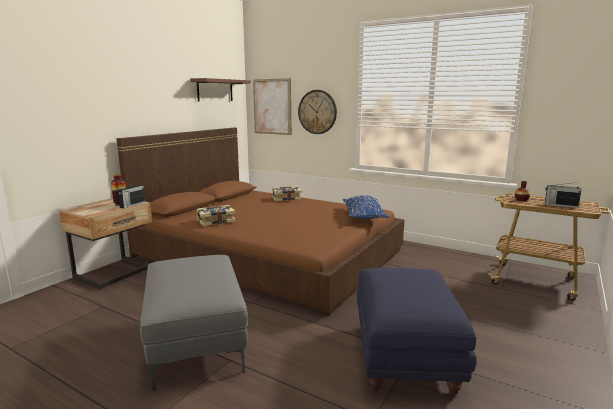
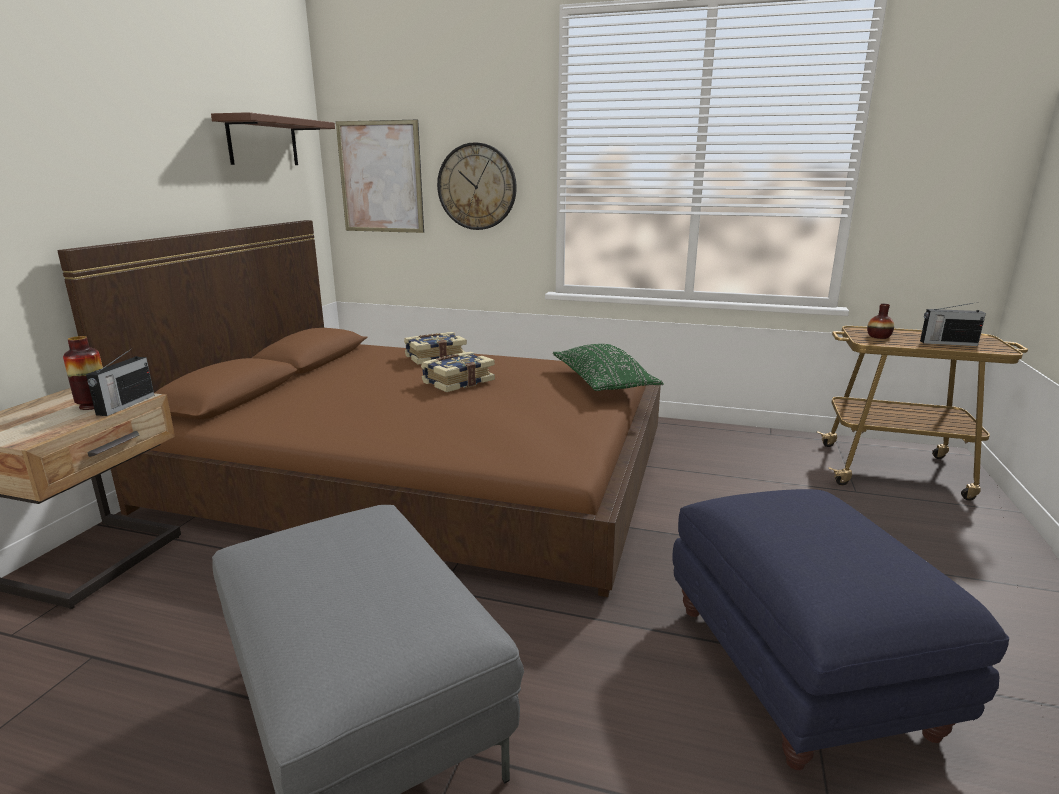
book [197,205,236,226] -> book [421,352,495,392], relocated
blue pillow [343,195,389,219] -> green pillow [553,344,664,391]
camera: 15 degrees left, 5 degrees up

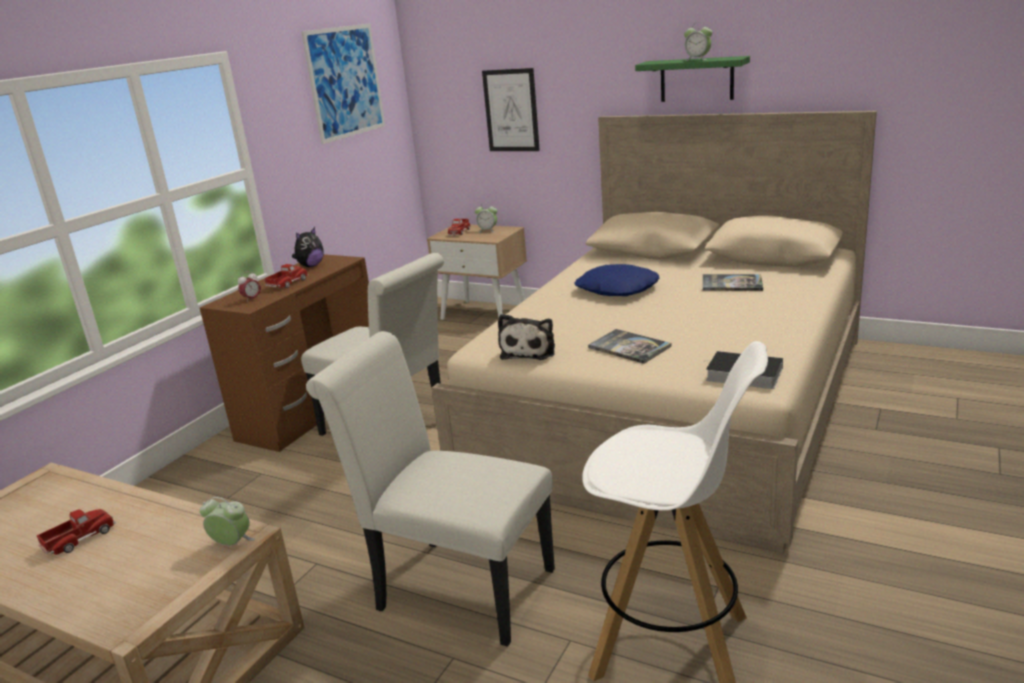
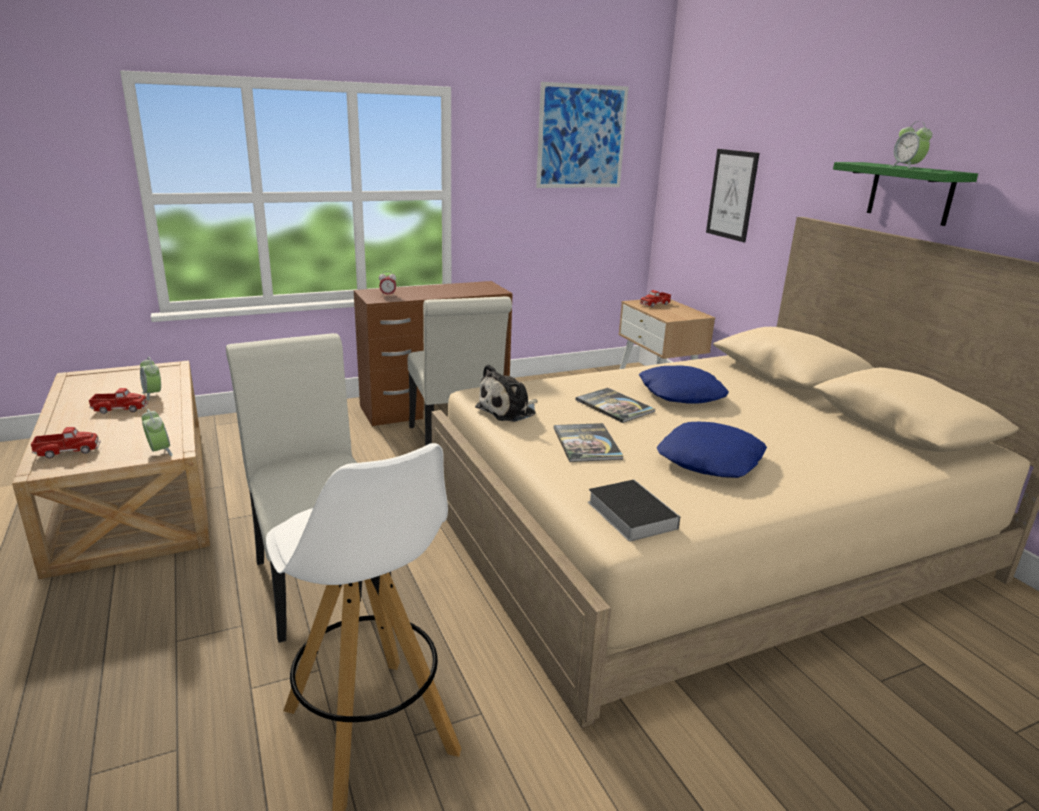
toy truck [265,264,309,288] -> toy truck [31,427,101,458], relocated
alarm clock [475,203,497,233] -> alarm clock [140,357,161,400], relocated
book [703,274,763,291] -> book [575,388,655,423], relocated
none -> blue pillow [657,422,767,478]
plush toy [292,227,324,267] -> none
camera: 35 degrees right, 0 degrees up

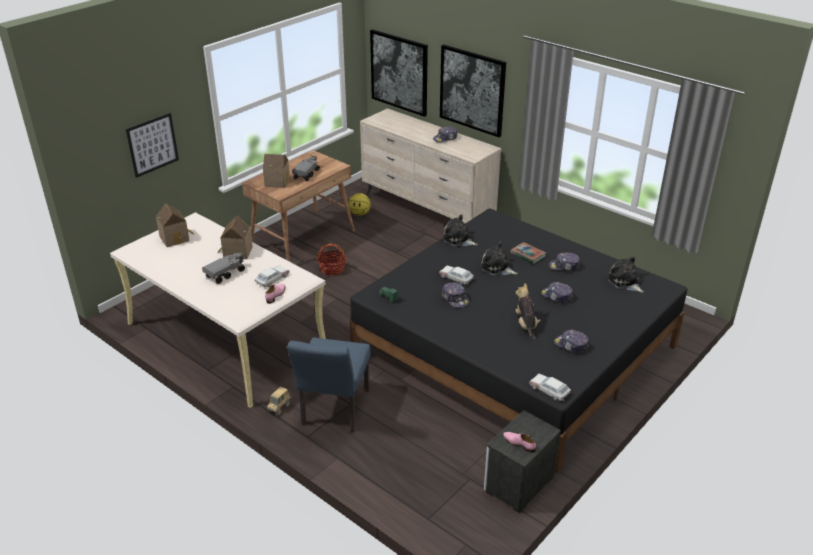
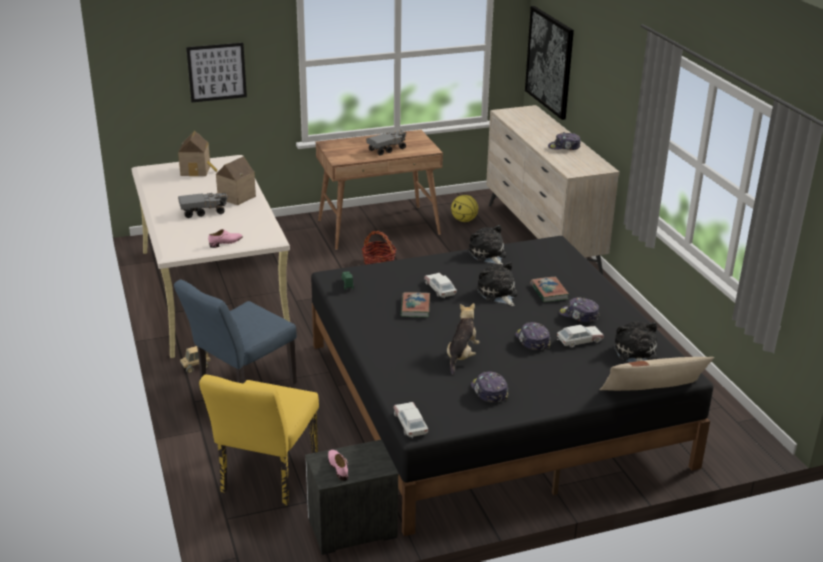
none -> yellow chair [199,375,319,506]
cap [442,282,469,308] -> book [400,292,430,317]
toy car [255,265,290,287] -> toy car [557,325,604,348], relocated
none -> beige pillow [599,357,714,391]
toy house [263,154,290,188] -> none
picture [440,44,506,137] -> none
camera: 30 degrees right, 5 degrees down

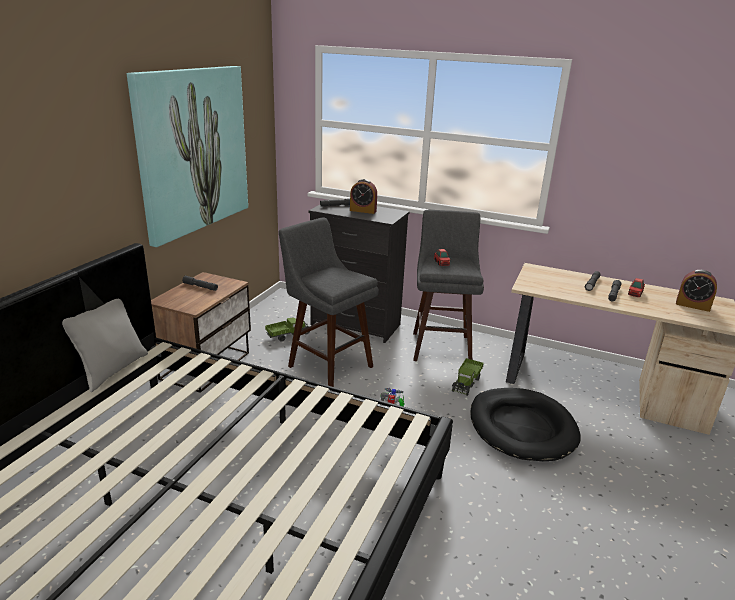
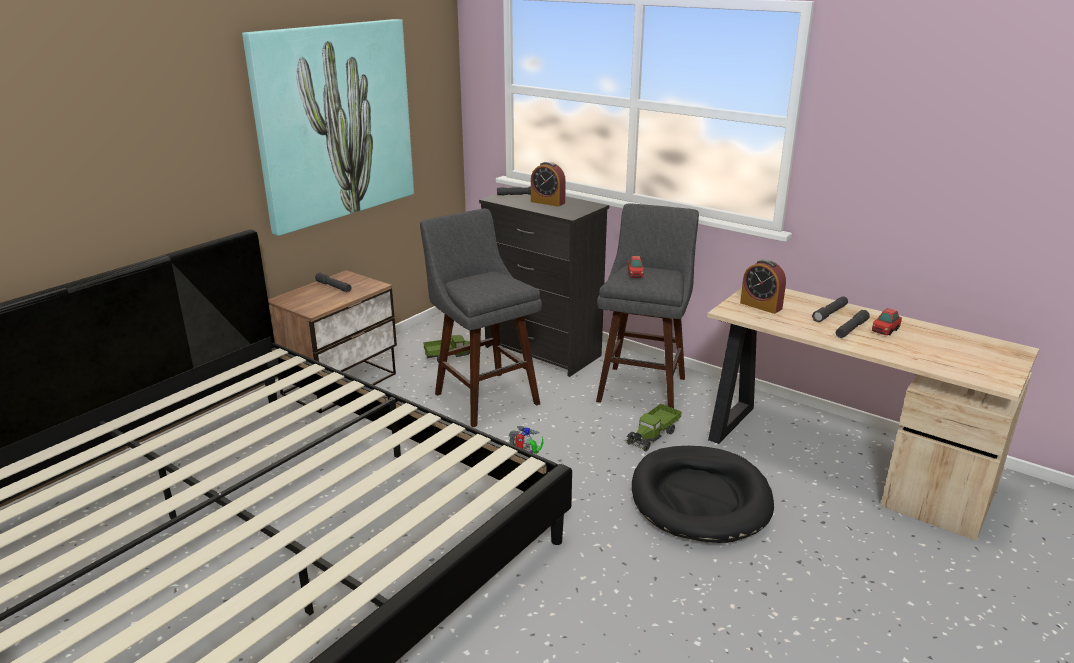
alarm clock [676,270,717,312] -> alarm clock [740,259,786,314], relocated
grey pillow [62,299,148,392] -> none
camera: 15 degrees right, 0 degrees up

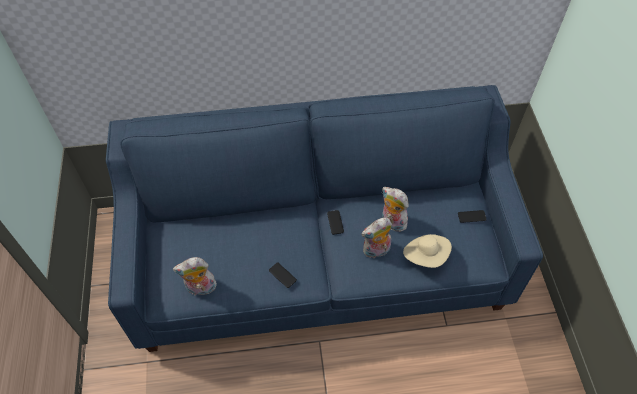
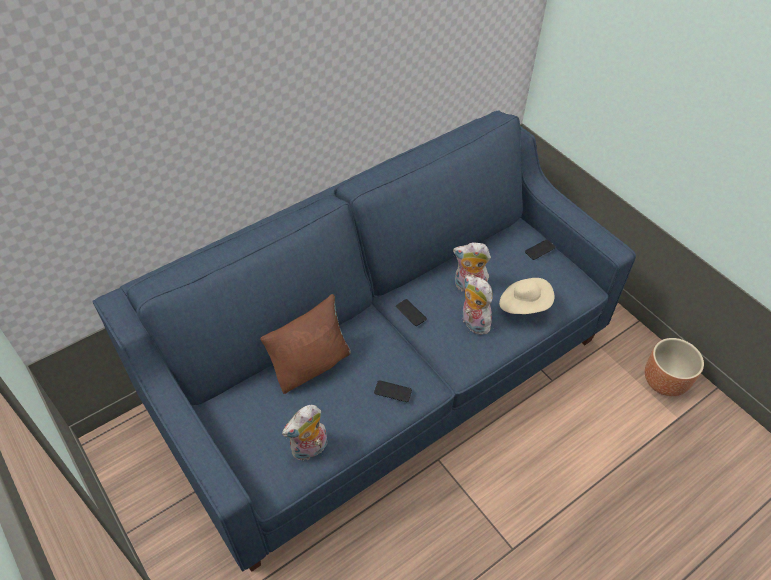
none -> brown pillow [260,294,351,394]
plush toy [361,218,392,258] -> plush toy [462,275,493,335], 105 degrees clockwise
none -> brown planter [645,338,704,396]
camera: 30 degrees left, 5 degrees down

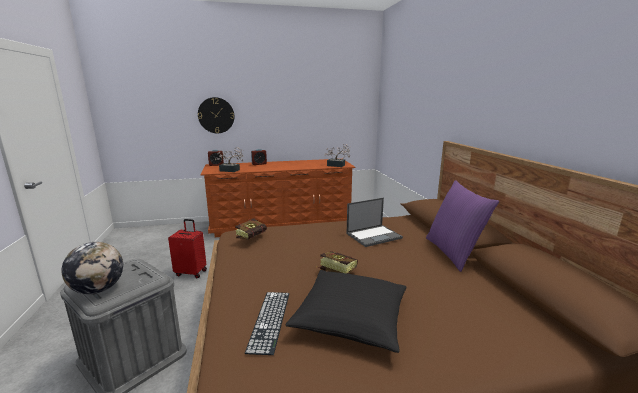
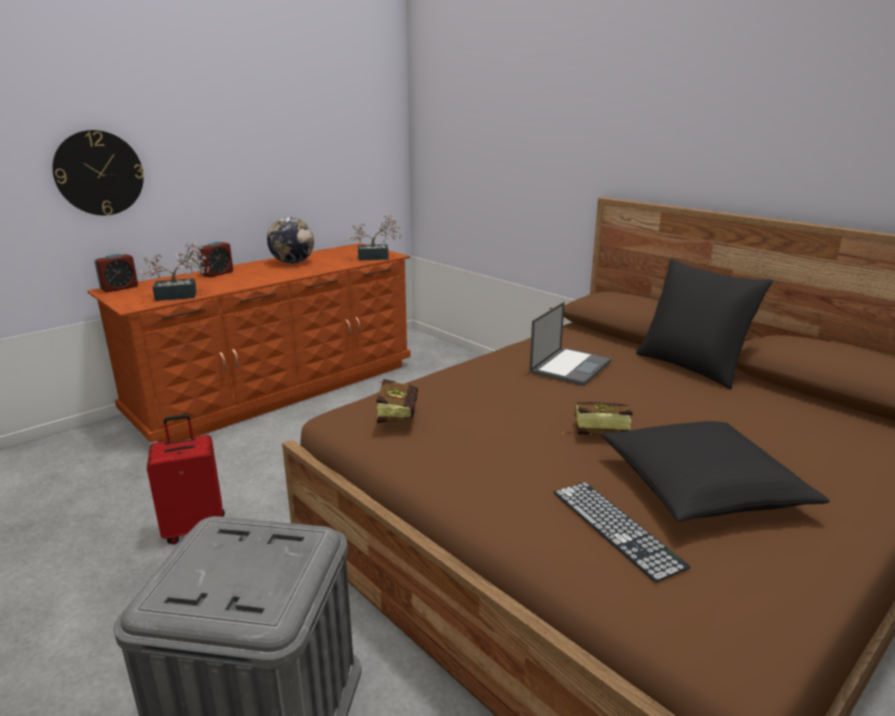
globe [62,242,123,294] -> globe [267,217,314,264], relocated
purple pillow [426,180,499,272] -> black pillow [636,259,773,389]
camera: 30 degrees left, 5 degrees up

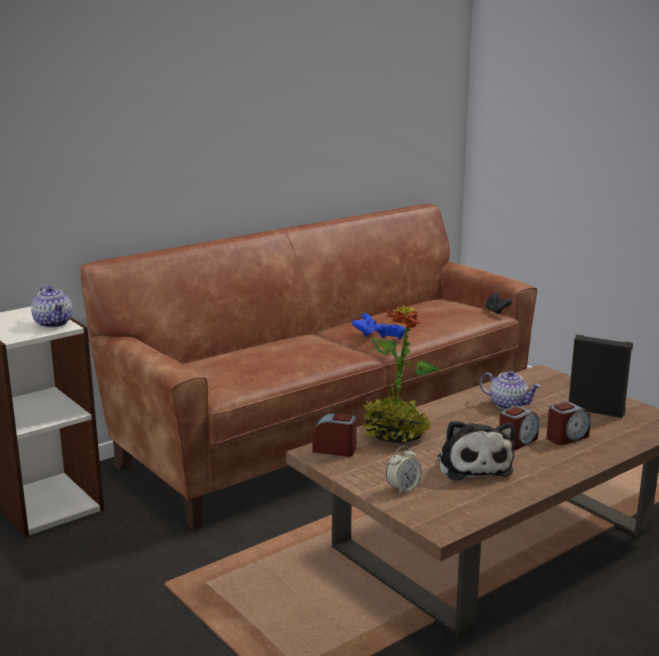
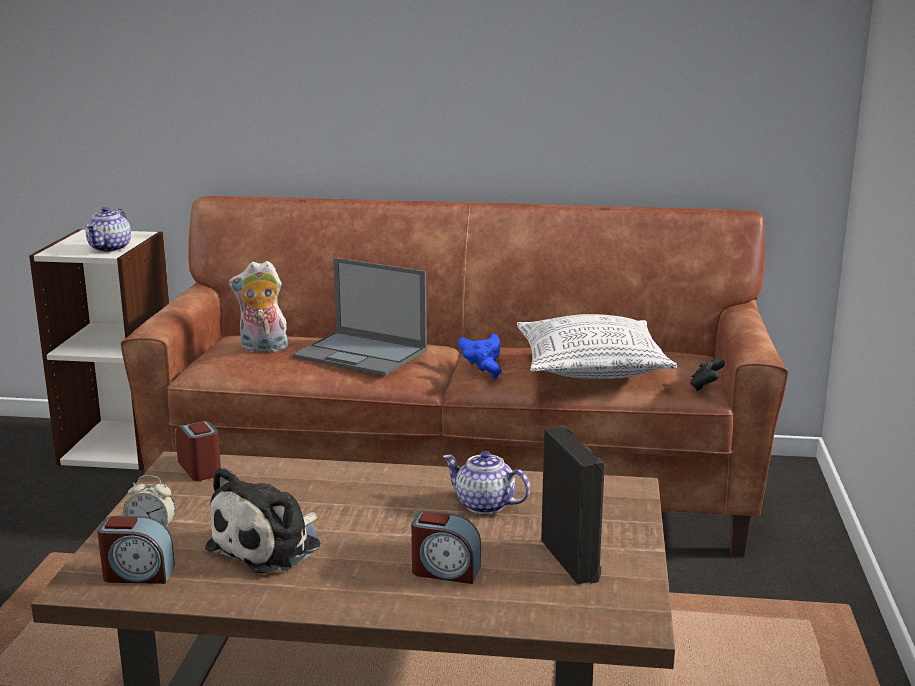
alarm clock [499,405,539,450] -> alarm clock [97,516,175,584], relocated
none -> plush toy [229,261,288,353]
none -> laptop [293,258,427,376]
teapot [479,370,541,410] -> teapot [442,451,530,514], 135 degrees clockwise
none -> pillow [517,314,677,379]
potted plant [362,306,440,444] -> none
camera: 45 degrees right, 0 degrees up

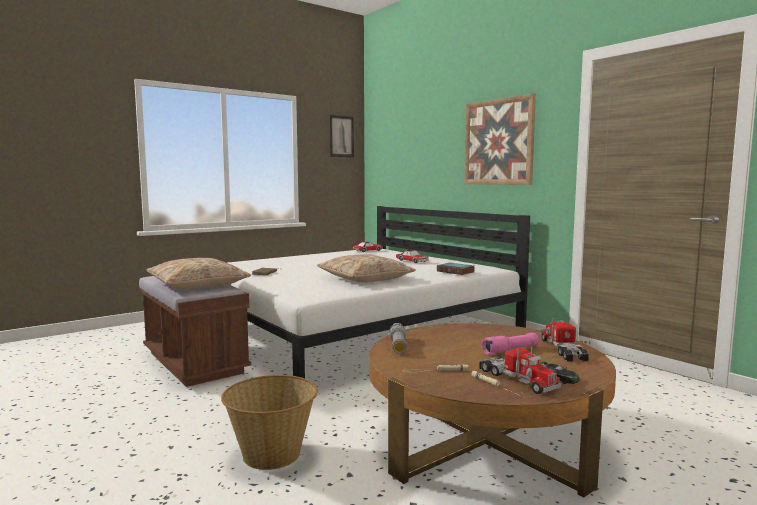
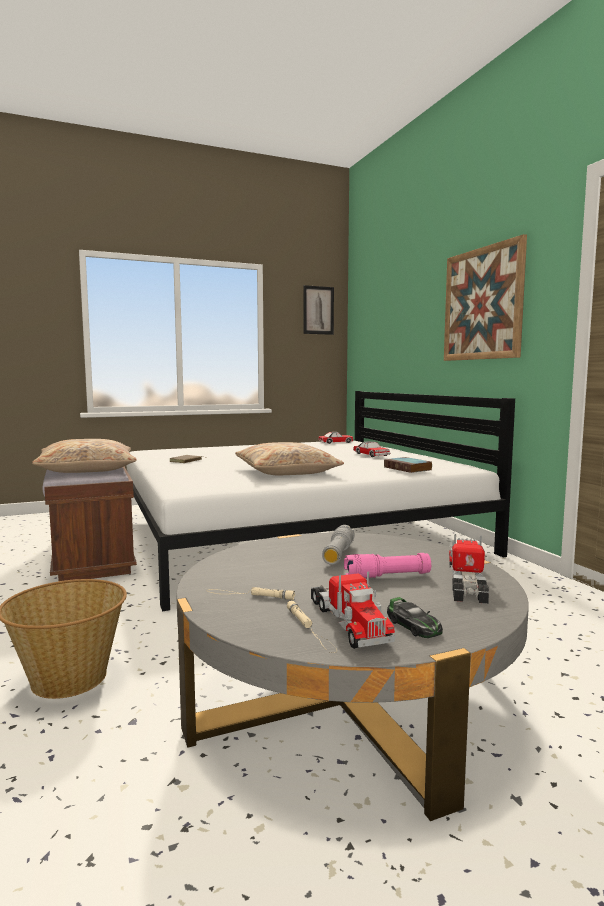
brown coffee table [369,323,616,498] -> grey coffee table [176,533,529,821]
grey flashlight [389,323,407,354] -> grey flashlight [322,525,355,565], relocated
camera: 15 degrees right, 0 degrees up

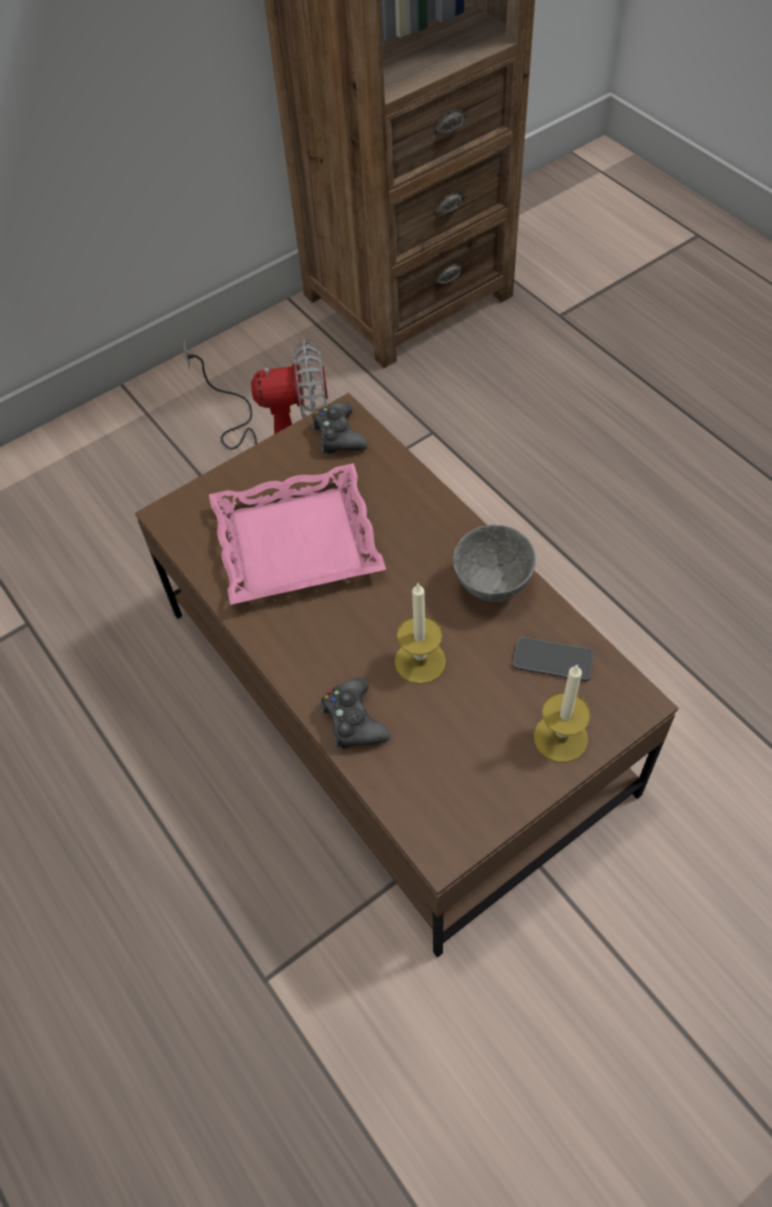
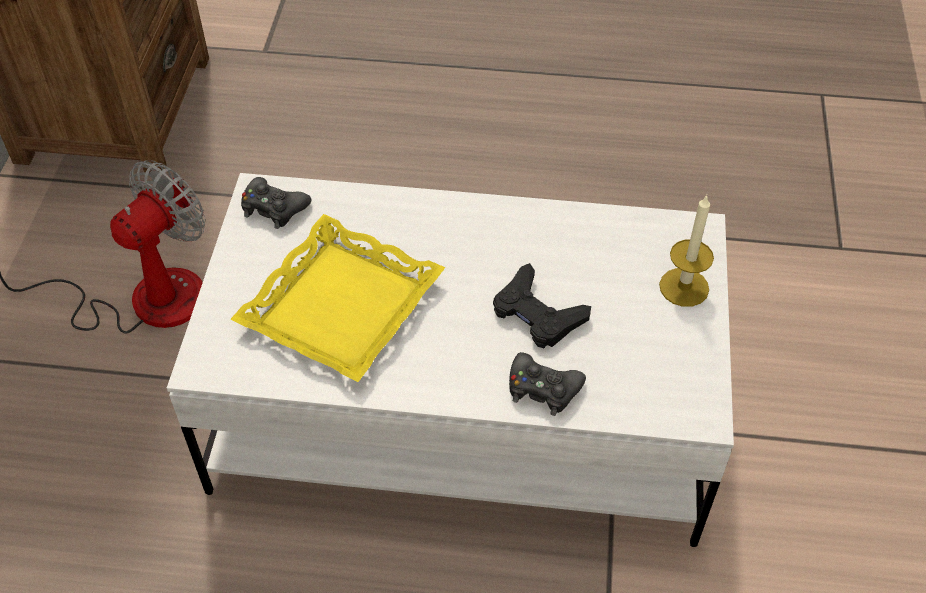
brown coffee table [135,393,678,958] -> white coffee table [167,173,734,547]
pink tray [209,463,386,605] -> yellow tray [230,214,446,382]
candle [395,583,446,684] -> black game controller [493,263,591,348]
grey bowl [453,525,536,602] -> none
phone [513,637,594,681] -> none
camera: 50 degrees left, 5 degrees down

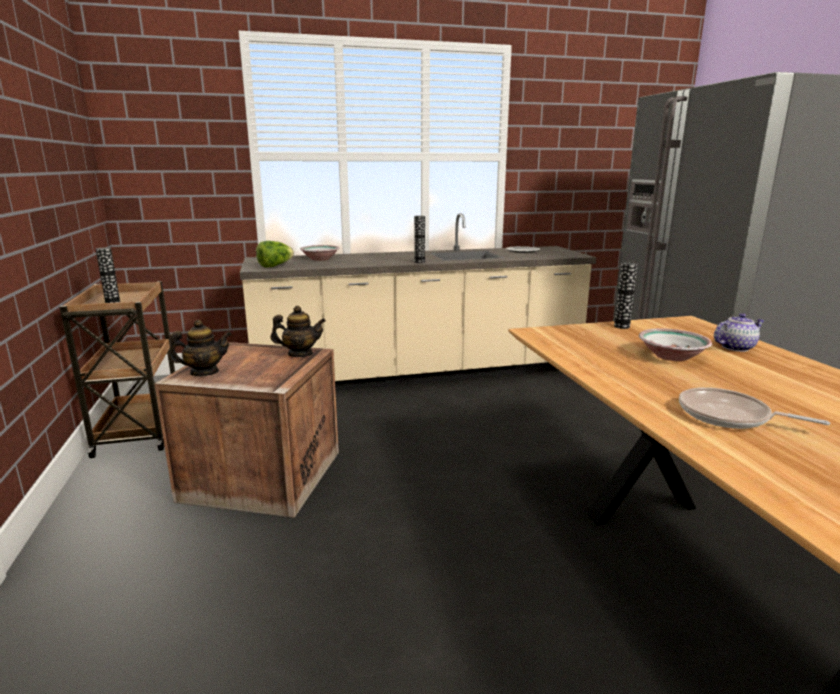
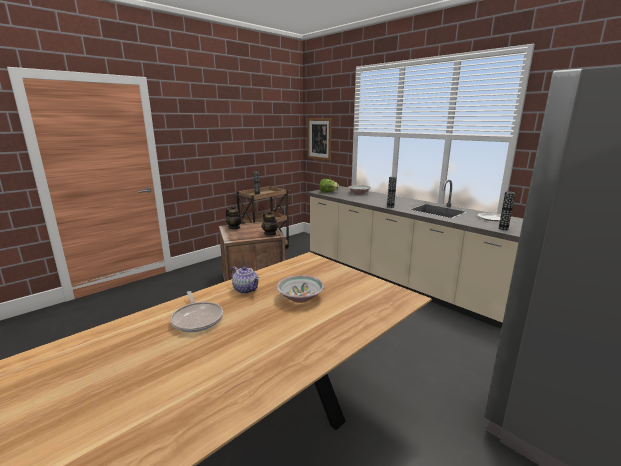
frying pan [679,387,830,429] -> frying pan [170,291,223,332], 150 degrees clockwise
teapot [714,313,765,352] -> teapot [231,266,260,294], relocated
none -> picture [307,119,331,160]
vase [614,262,638,329] -> vase [499,192,515,230], relocated
camera: 60 degrees right, 0 degrees up

